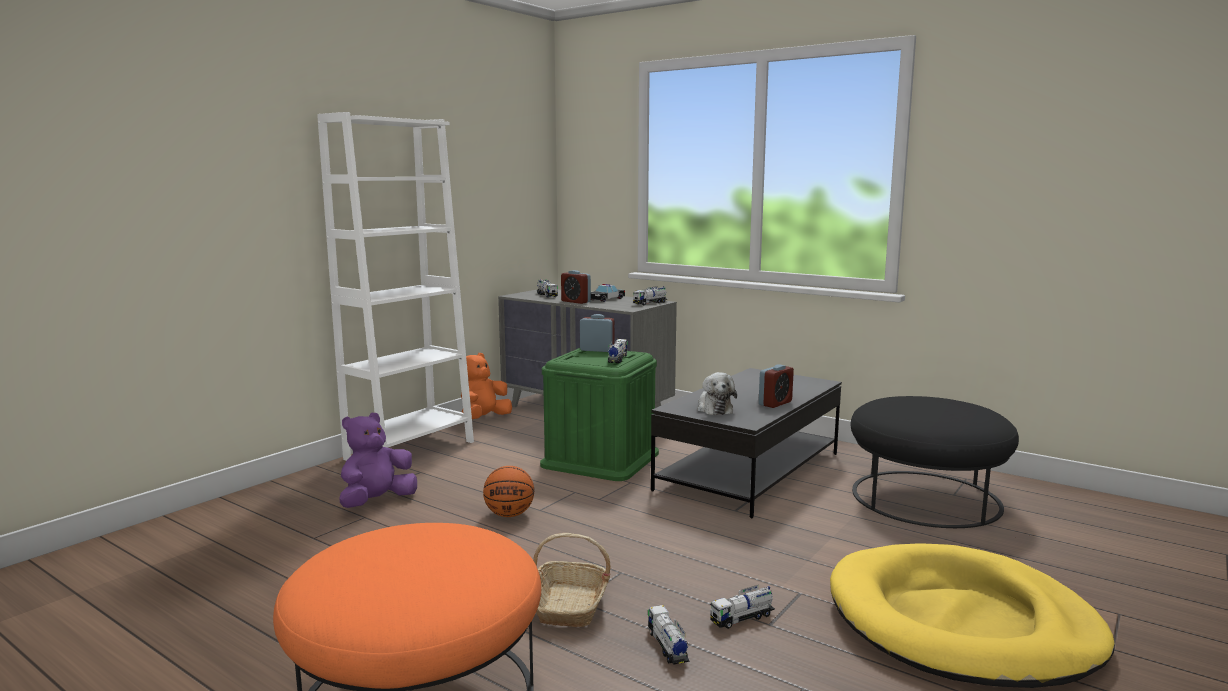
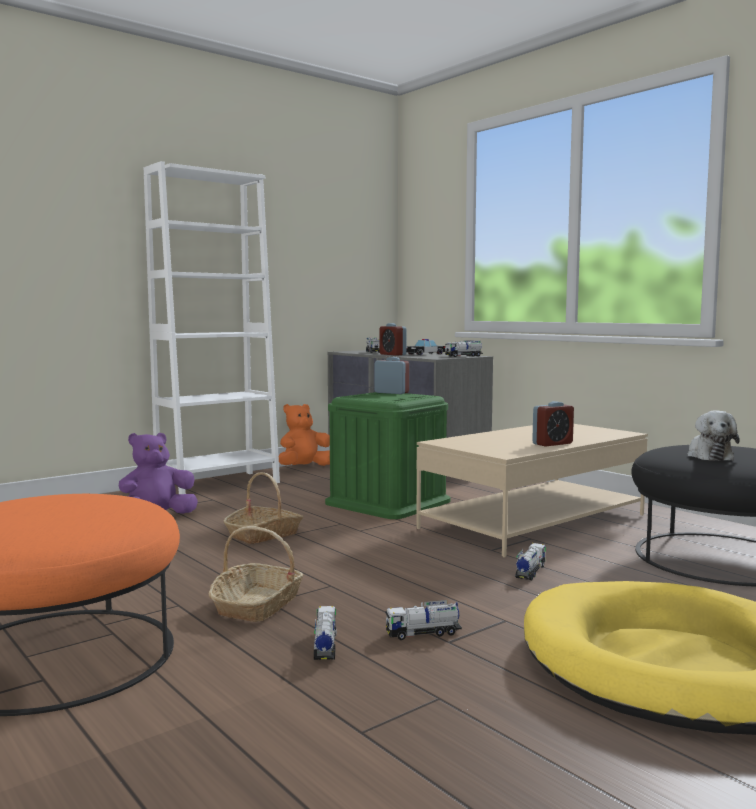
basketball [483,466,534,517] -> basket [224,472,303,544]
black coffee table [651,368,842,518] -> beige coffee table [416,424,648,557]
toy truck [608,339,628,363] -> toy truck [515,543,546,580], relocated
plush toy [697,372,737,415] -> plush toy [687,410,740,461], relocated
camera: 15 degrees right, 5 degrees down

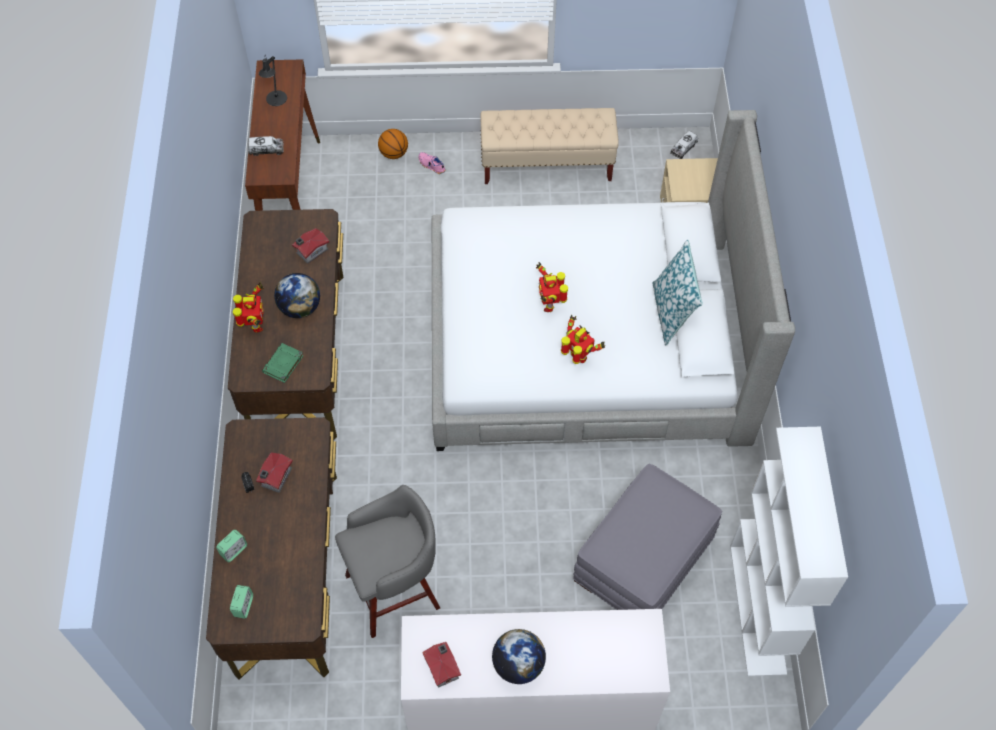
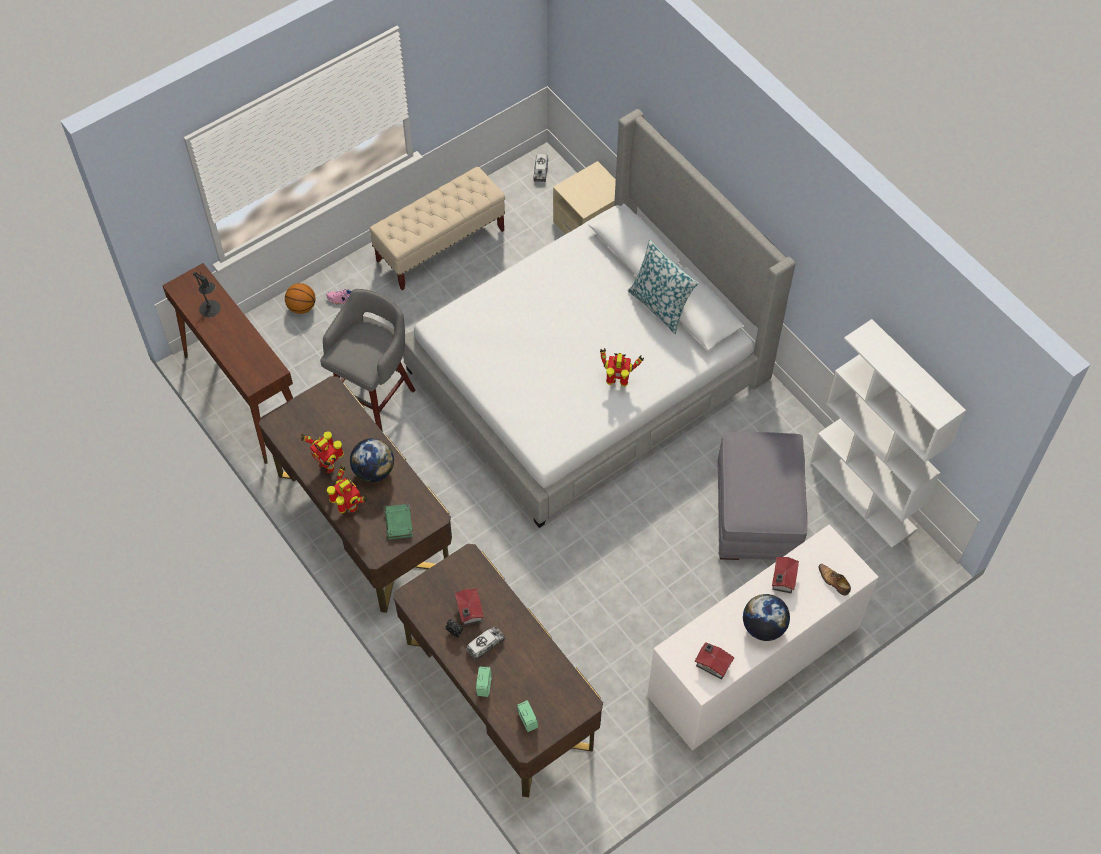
toy robot [536,262,568,312] -> toy robot [301,431,344,474], relocated
grey stool [335,485,440,638] -> grey stool [320,289,415,432], relocated
toy truck [248,136,284,156] -> toy truck [466,626,505,660], relocated
toy house [292,228,329,264] -> toy house [772,557,799,594], relocated
none -> shoe [818,564,851,596]
camera: 35 degrees left, 0 degrees up

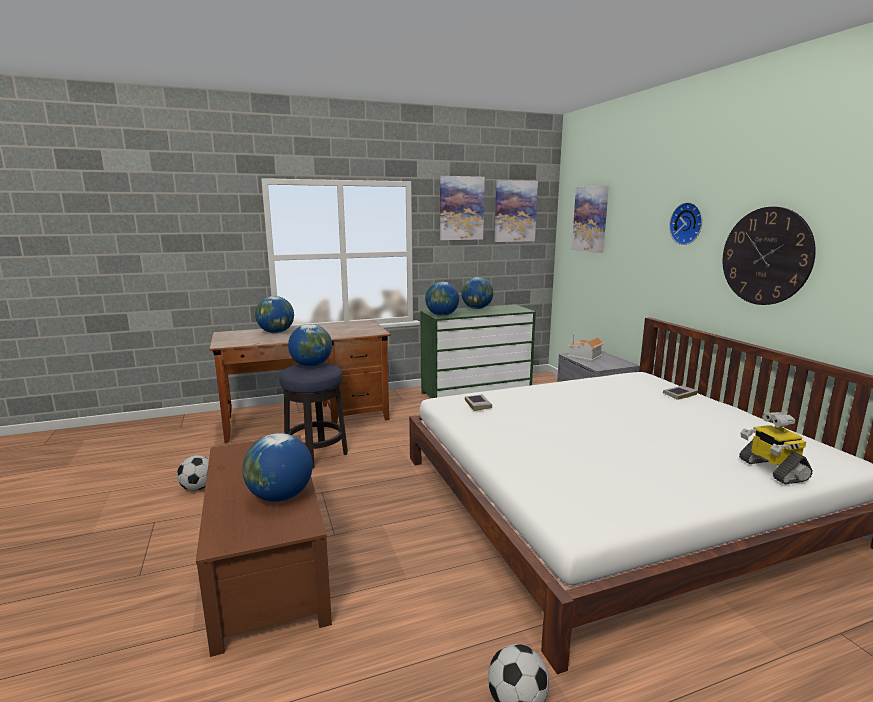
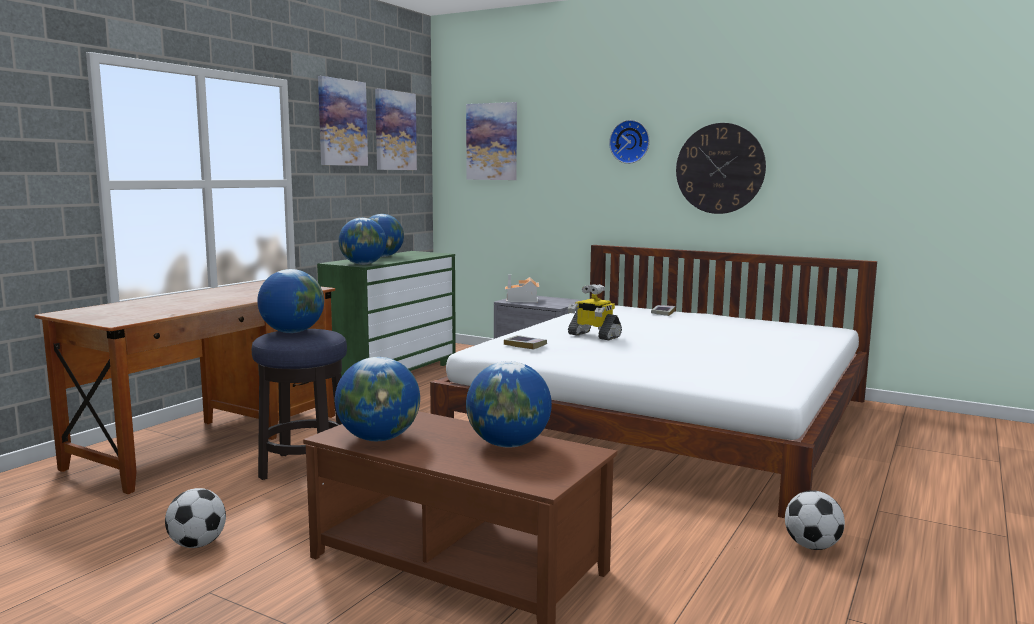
globe [255,296,294,333] -> globe [335,357,420,441], relocated
toy robot [739,412,813,484] -> toy robot [568,284,622,340], relocated
camera: 40 degrees left, 5 degrees down

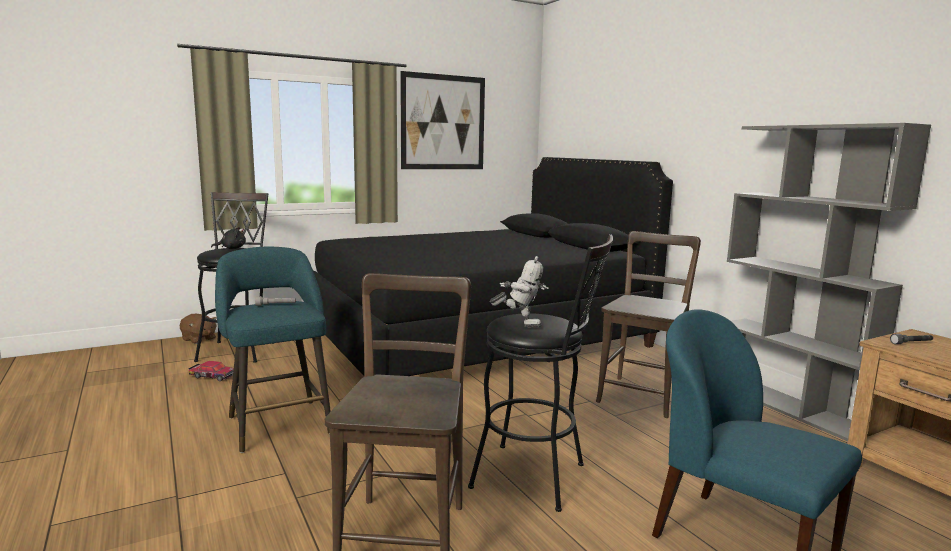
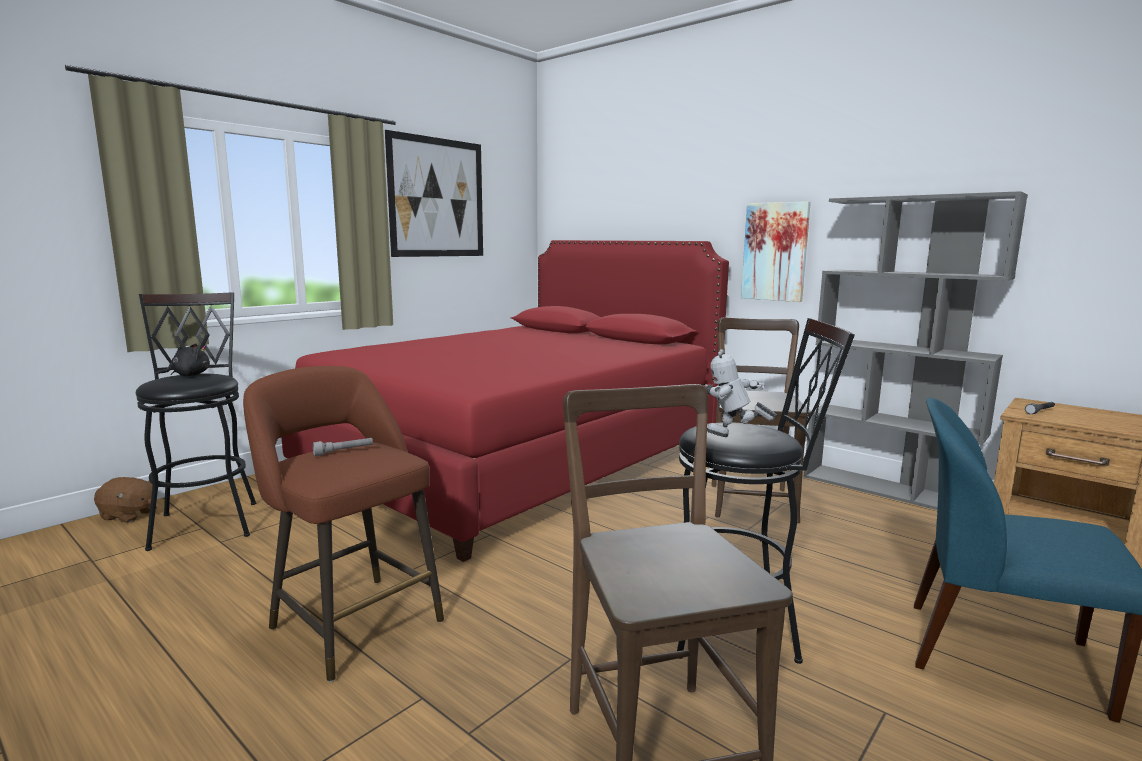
turquoise stool [215,247,331,453] -> brown stool [243,366,444,682]
black bed [313,157,673,377] -> red bed [281,240,729,562]
toy robot [490,256,549,327] -> toy robot [704,349,777,437], 150 degrees counterclockwise
none -> picture [741,201,811,302]
toy car [189,361,234,381] -> none
camera: 20 degrees left, 0 degrees up

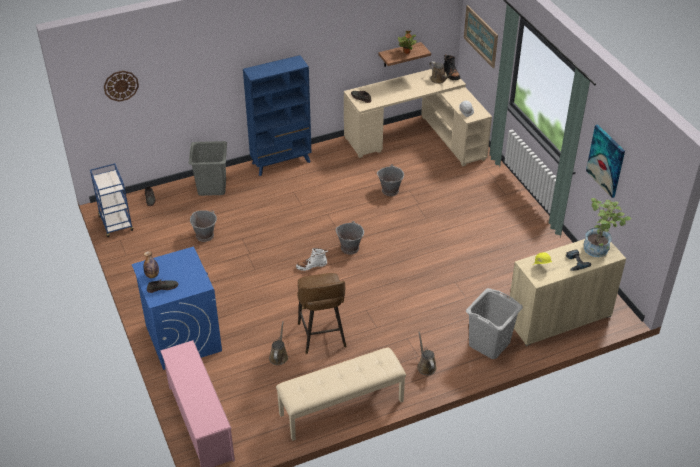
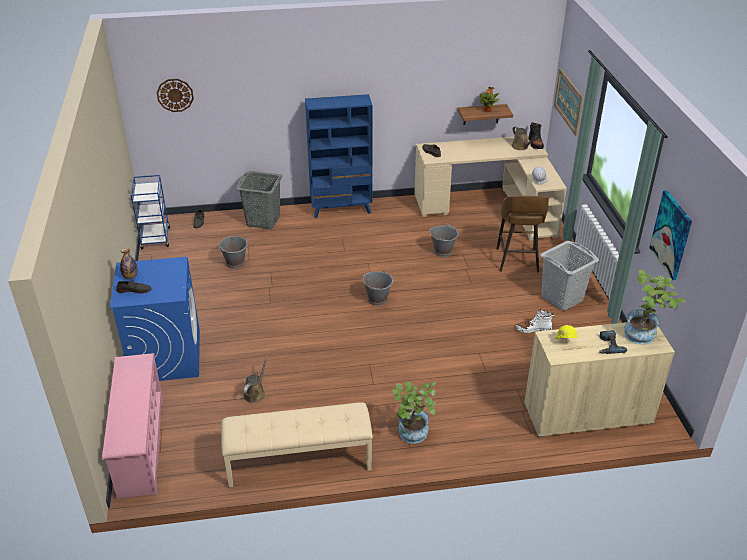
brown watering can [417,331,437,376] -> potted plant [392,381,436,444]
brown stool [297,273,347,354] -> brown stool [496,196,549,273], relocated
white boot [296,248,328,271] -> white boot [516,309,555,333], relocated
grey laundry basket [466,288,523,359] -> grey laundry basket [540,241,599,311], relocated
camera: 15 degrees right, 5 degrees down

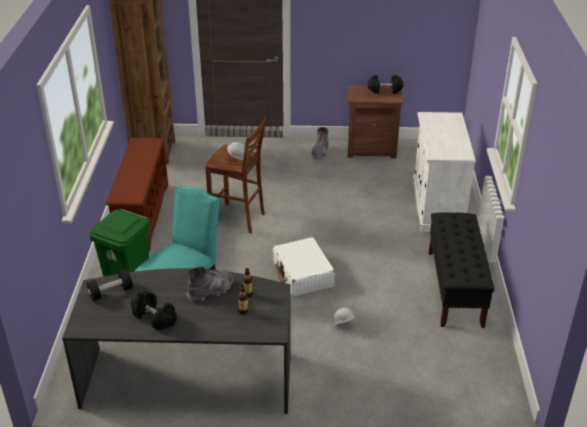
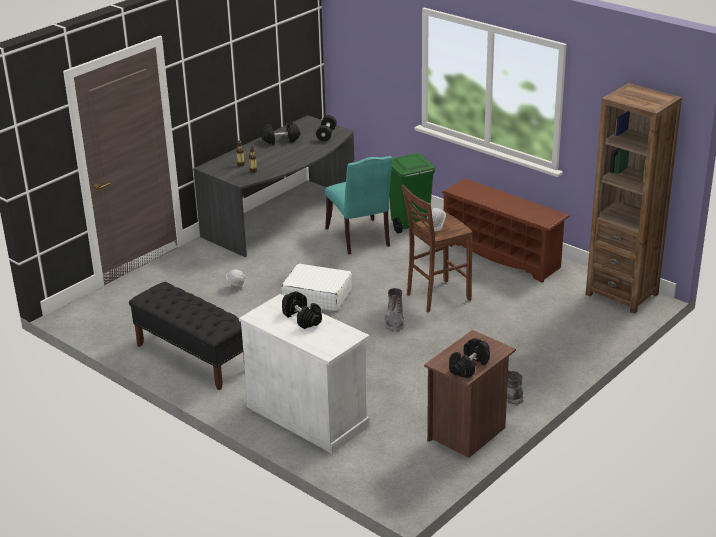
none -> black dumbbell [282,291,322,329]
grey boot [186,266,233,302] -> grey boot [384,288,405,332], relocated
camera: 130 degrees right, 5 degrees down

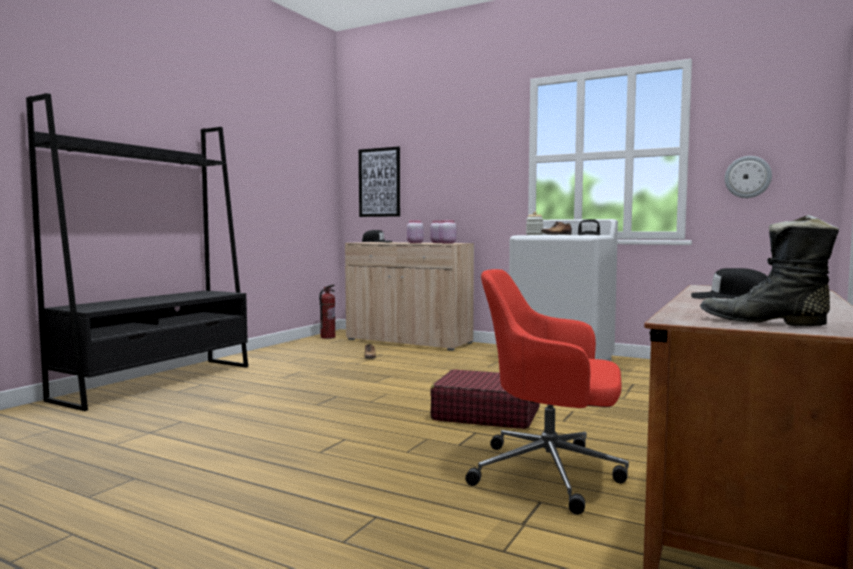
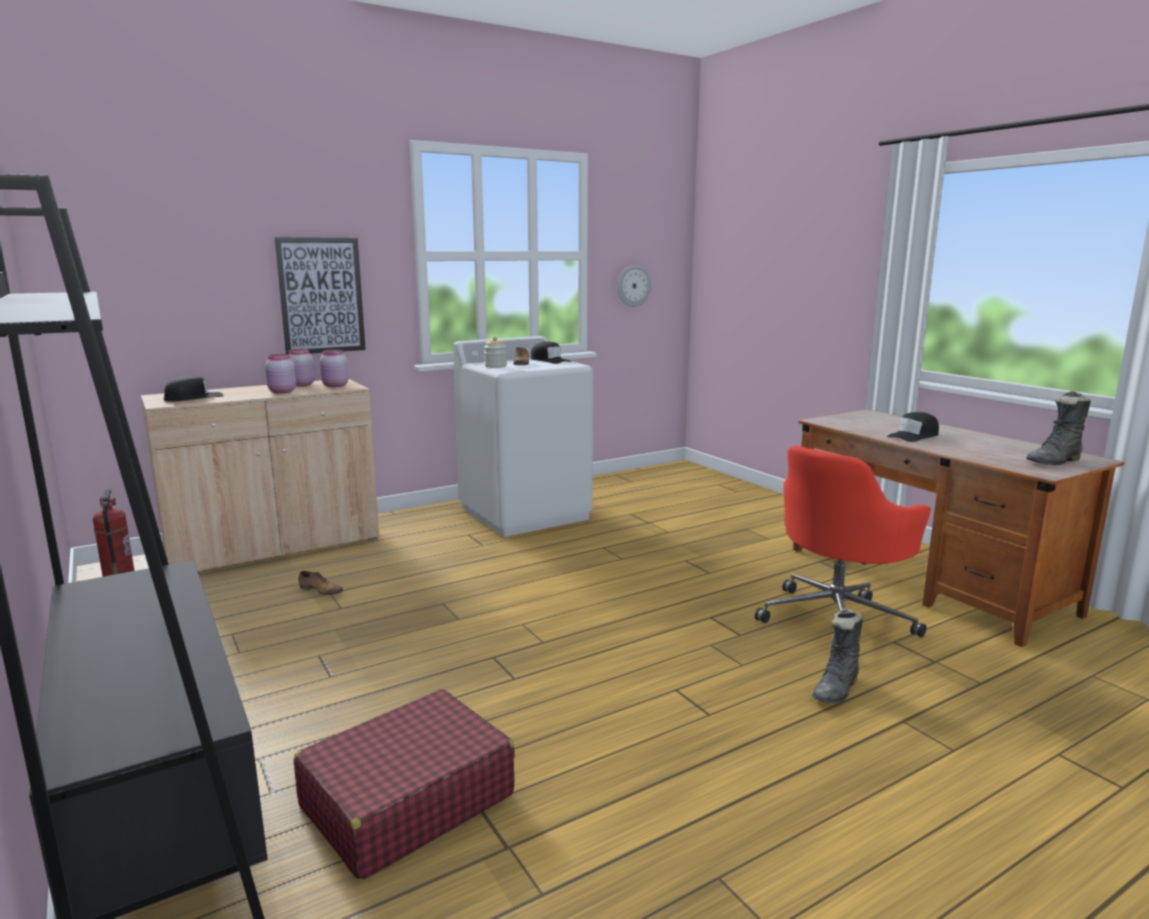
picture [359,147,400,217] -> picture [274,237,366,354], relocated
red suitcase [430,369,540,429] -> red suitcase [294,689,515,880], relocated
none -> black boot [812,608,863,703]
camera: 60 degrees left, 10 degrees up

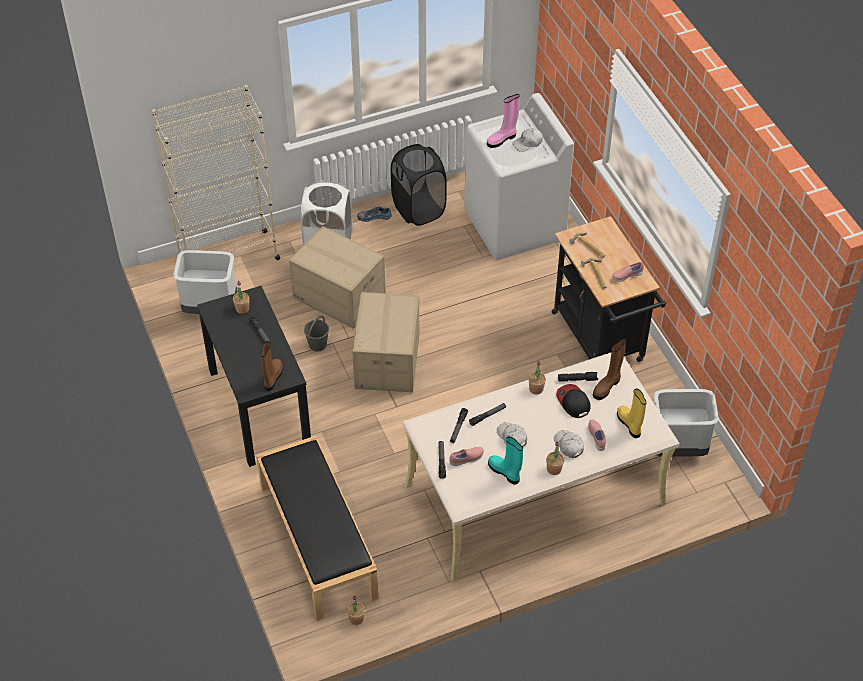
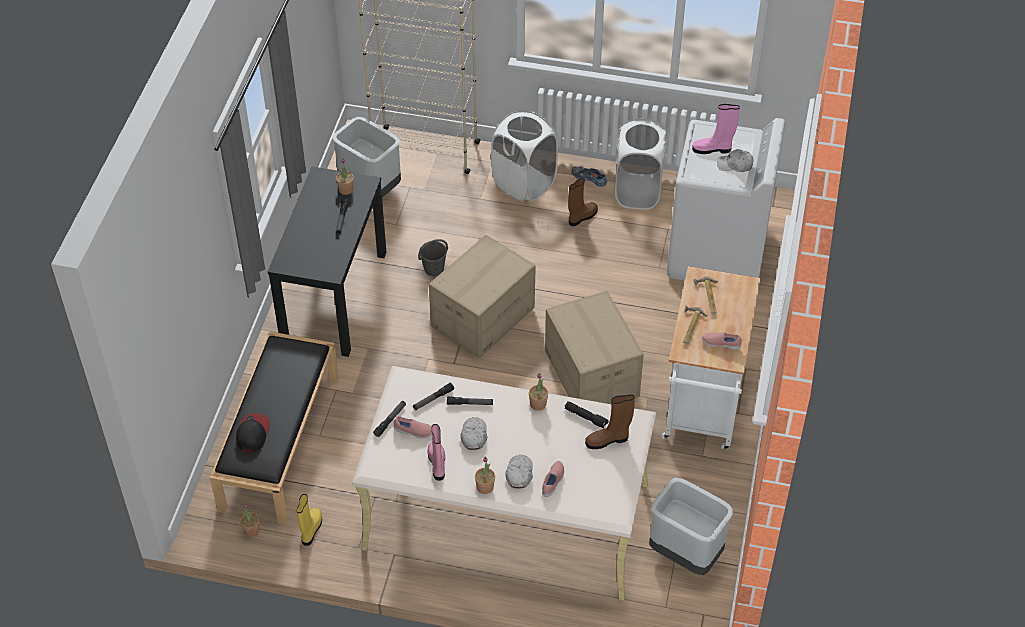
cap [556,384,591,418] -> cap [236,413,270,452], relocated
yellow boot [617,388,647,438] -> yellow boot [297,494,322,546], relocated
turquoise boot [488,436,523,485] -> pink boot [427,424,445,481]
cardboard box [289,226,386,329] -> cardboard box [545,291,644,404], relocated
brown boot [260,341,283,391] -> brown boot [568,178,598,226], relocated
black laundry basket [391,144,447,226] -> white laundry basket [615,119,667,209]
black cart [552,216,666,362] -> white cart [661,266,760,450]
camera: 35 degrees right, 0 degrees up

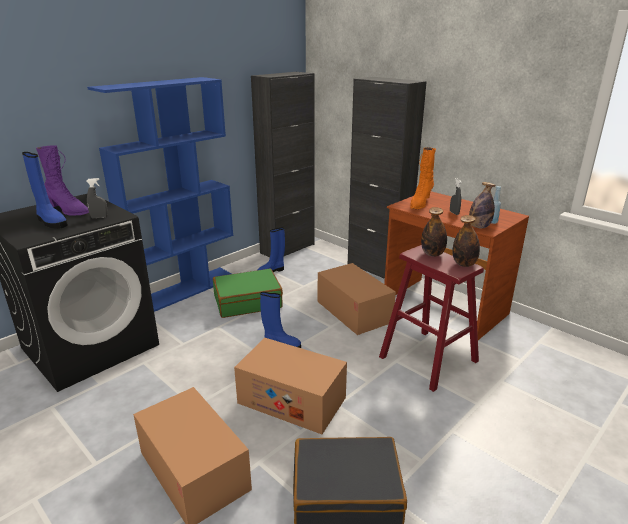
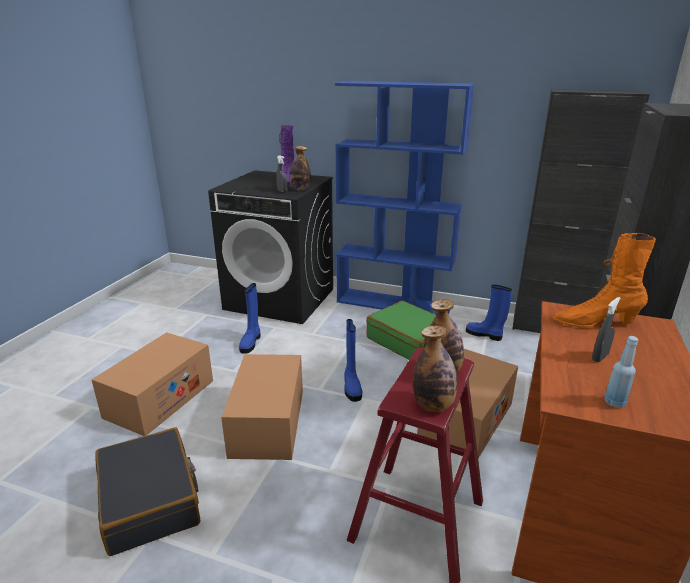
blue boot [22,152,68,229] -> blue boot [239,283,260,354], relocated
bottle [469,182,495,229] -> bottle [289,146,311,191], relocated
camera: 65 degrees right, 0 degrees up

